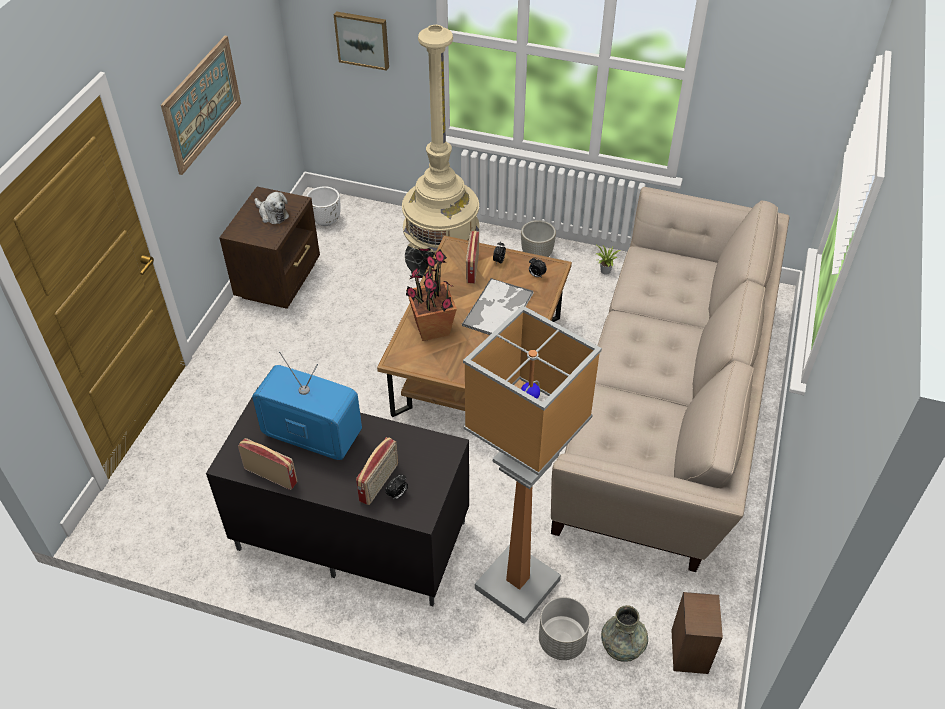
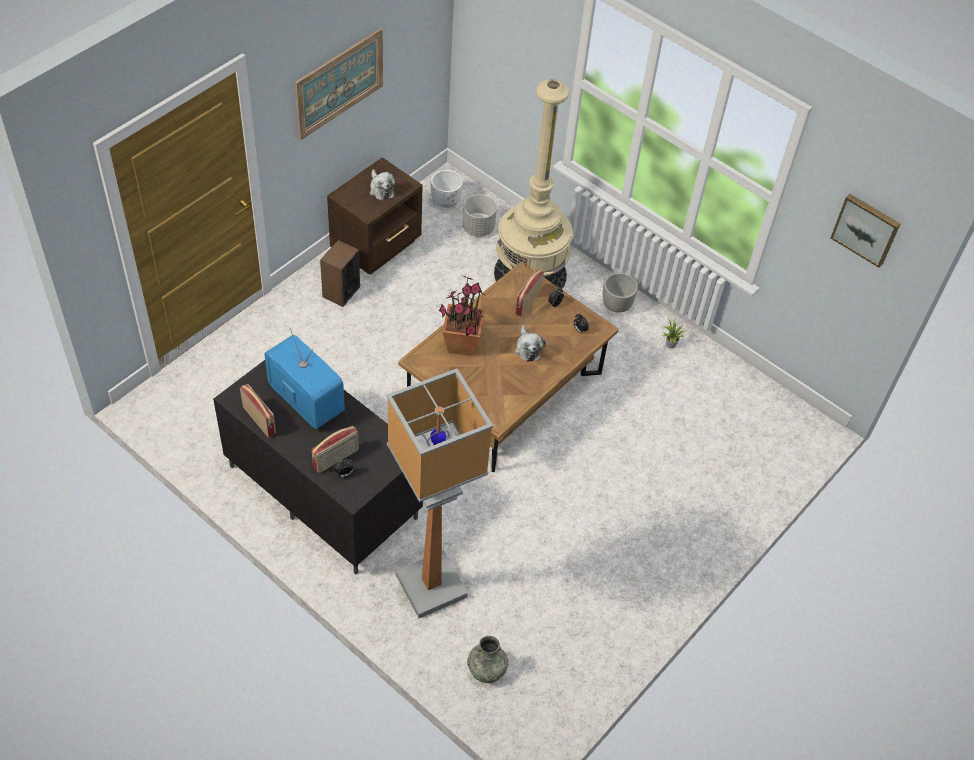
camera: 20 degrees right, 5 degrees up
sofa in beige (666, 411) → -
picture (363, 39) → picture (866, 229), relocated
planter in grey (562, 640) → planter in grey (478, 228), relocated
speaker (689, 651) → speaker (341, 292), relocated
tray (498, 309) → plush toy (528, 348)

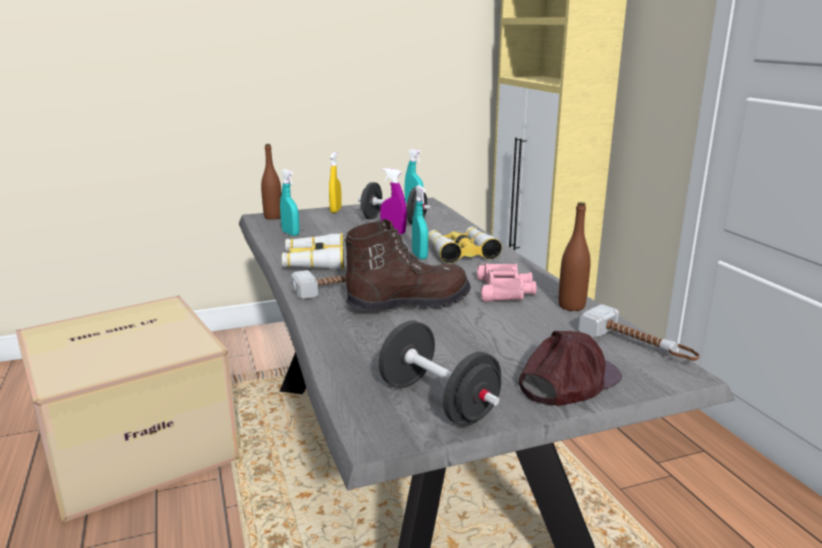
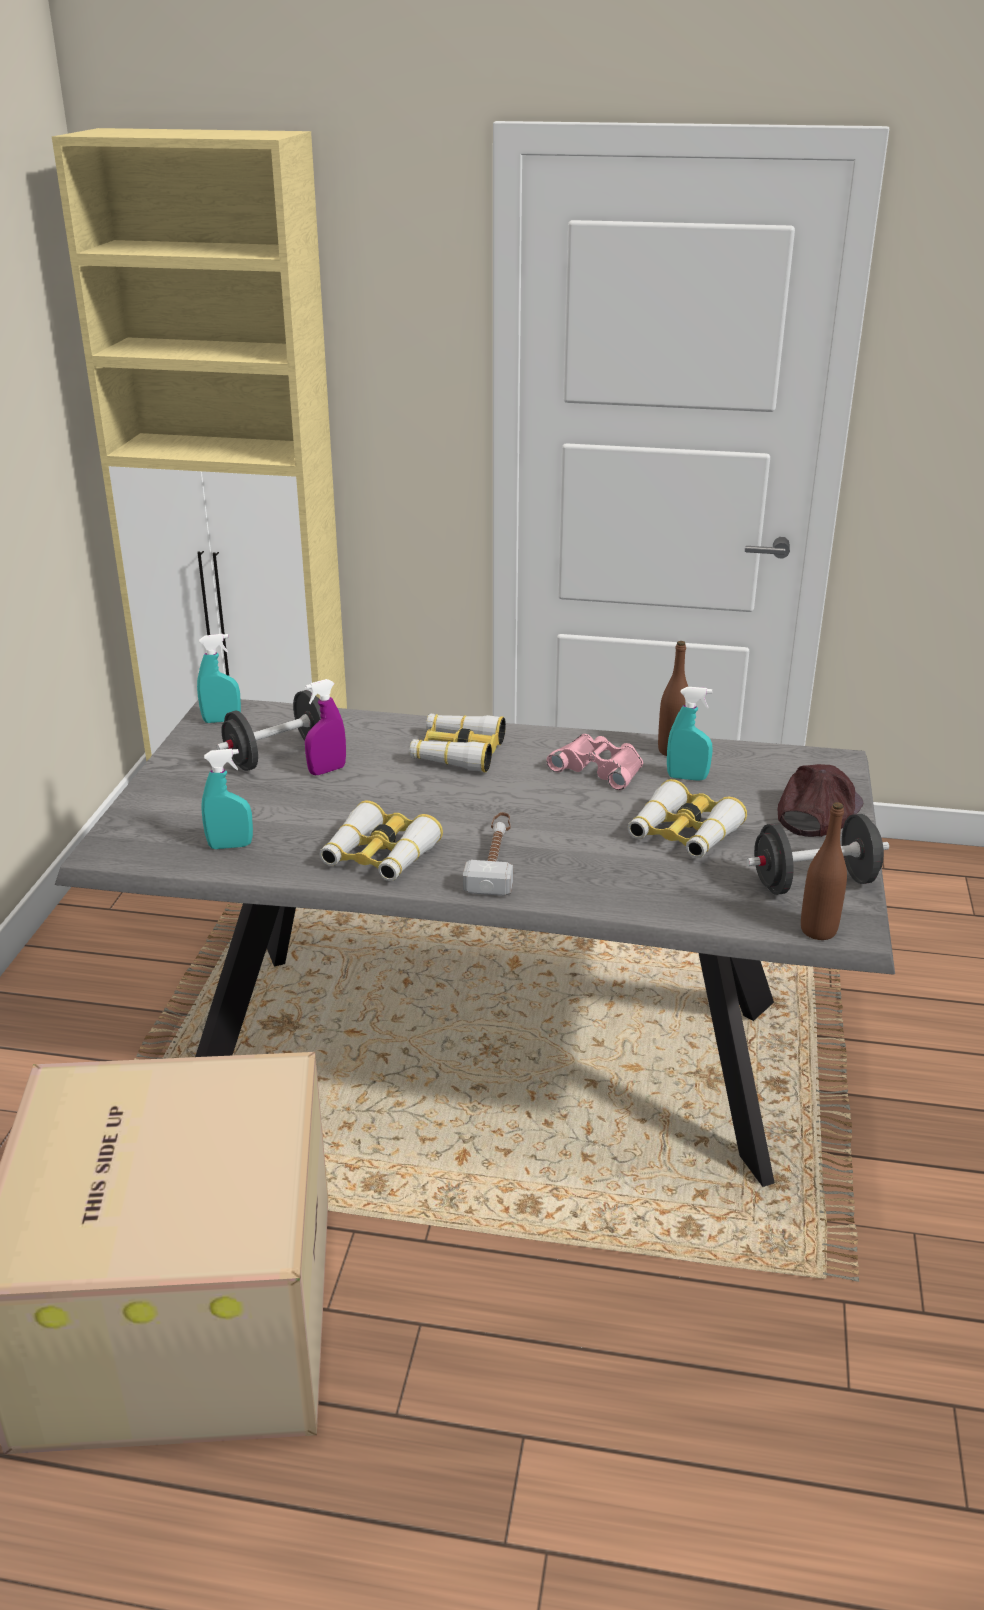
camera: 60 degrees left, 10 degrees up
spray bottle in yellow (335, 210) → -
boot in brown (408, 303) → -
hammer (638, 345) → -
- → binoculars (683, 833)
bottle in brown (273, 217) → bottle in brown (818, 930), relocated
spray bottle in turquoise (419, 256) → spray bottle in turquoise (687, 777), relocated
cap in brown (567, 380) → cap in brown (817, 811), 45 degrees clockwise

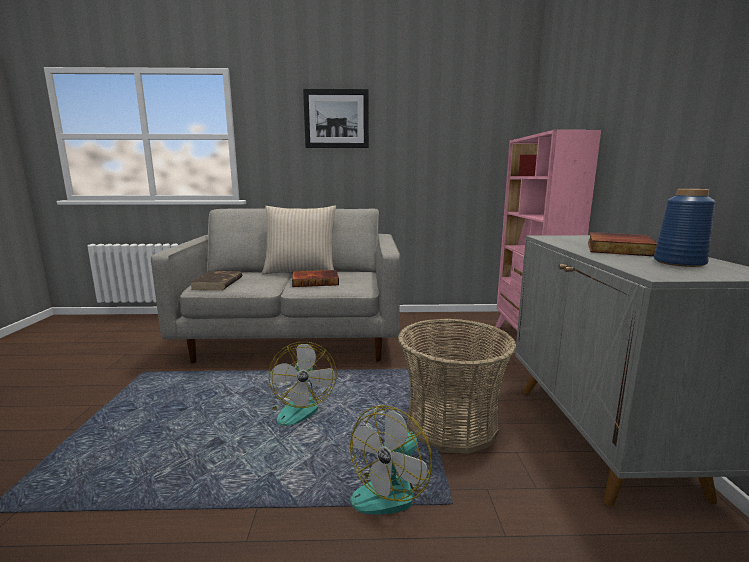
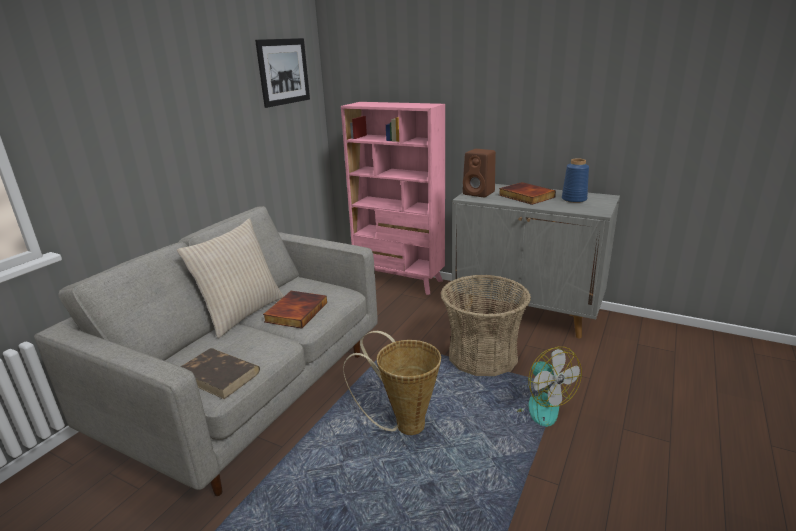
camera: 60 degrees left, 10 degrees up
- → speaker in brown (479, 193)
picture (336, 119) → picture (283, 71), relocated
fan (298, 407) → basket (403, 424)

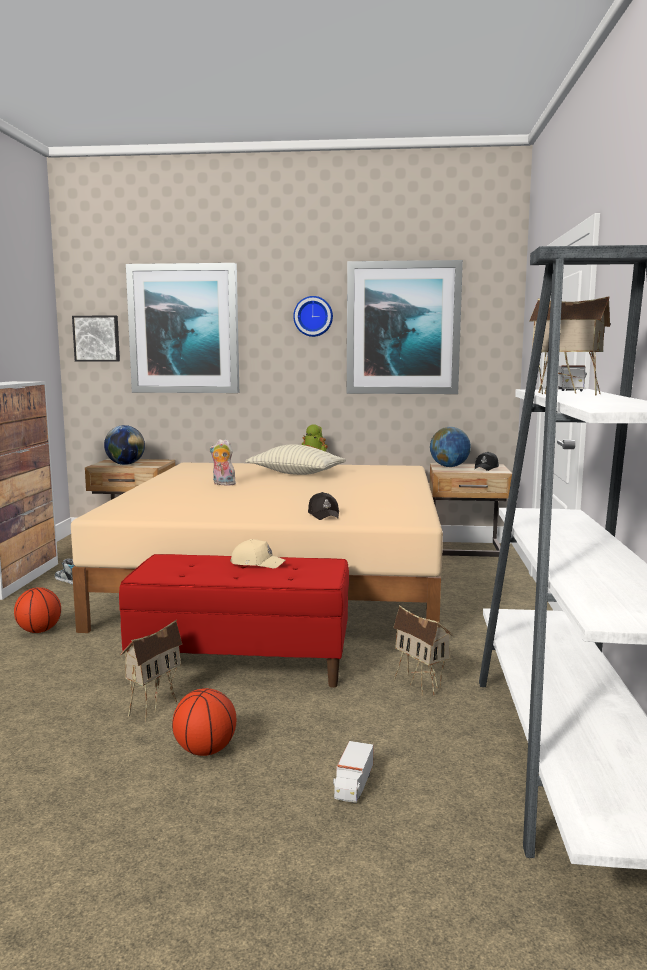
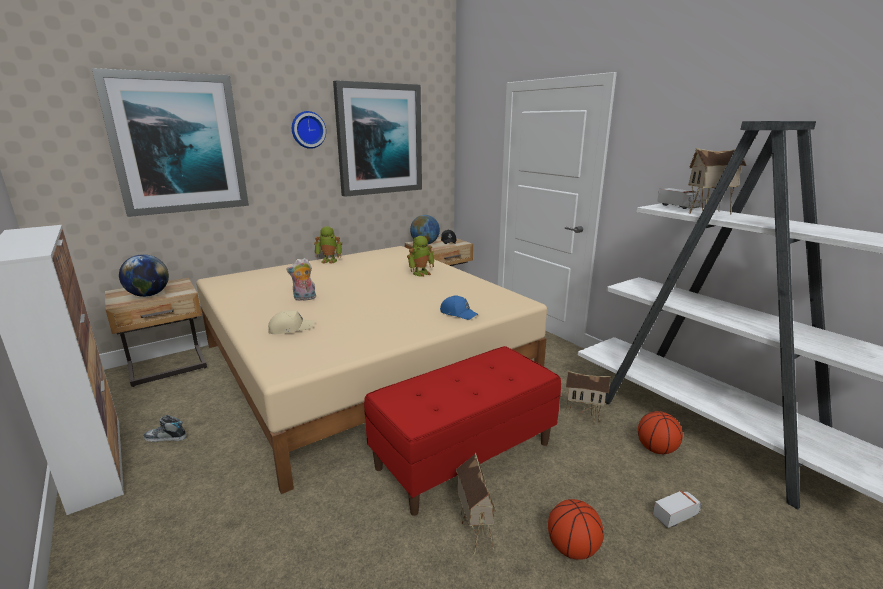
camera: 40 degrees left, 10 degrees up
picture (97, 338) → -
pillow (296, 473) → -
- → toy robot (421, 273)
basketball (39, 631) → basketball (656, 449), relocated
cap in beige (257, 563) → cap in beige (290, 328), relocated
cap in black (324, 515) → cap in blue (458, 313)
toy truck (353, 785) → toy truck (676, 516), 90 degrees counterclockwise

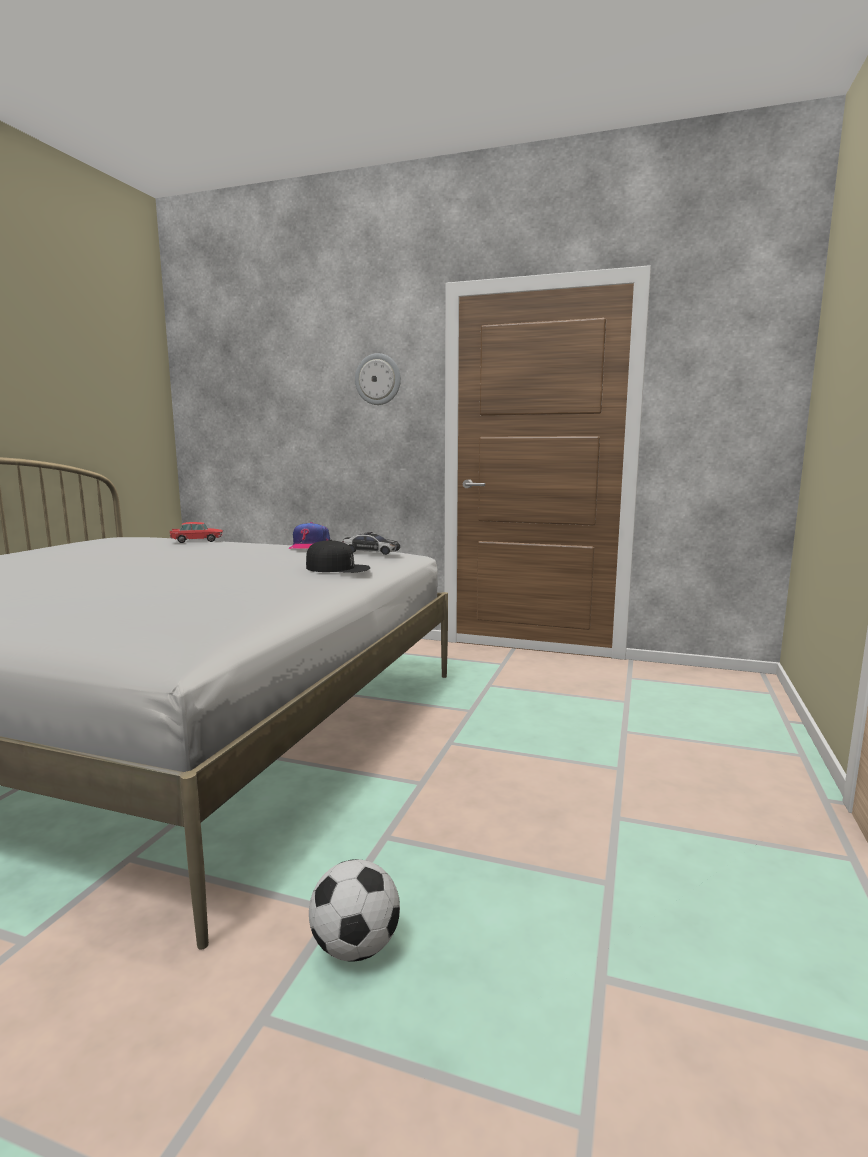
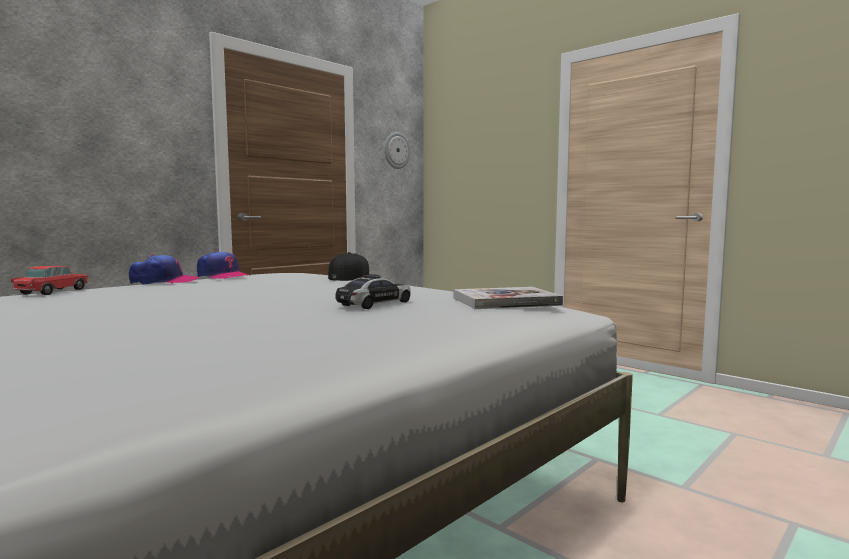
camera: 65 degrees left, 5 degrees down
football (355, 947) → -
- → cap (164, 281)
- → book (505, 301)
toy car (370, 552) → toy car (374, 304), relocated
wall clock (378, 379) → wall clock (396, 150), relocated

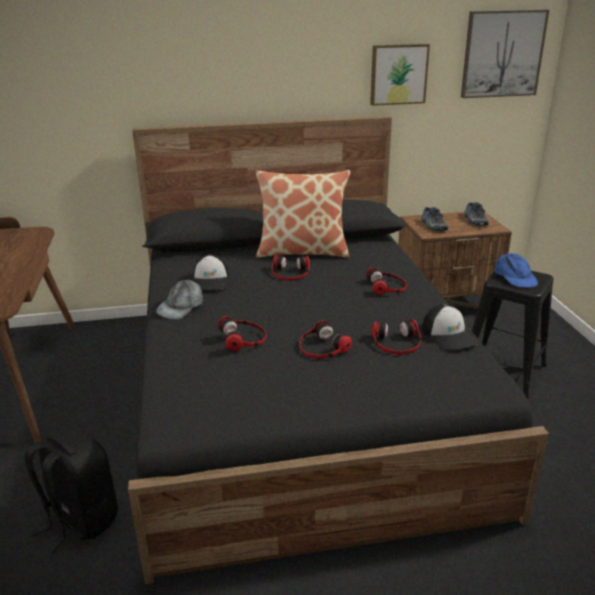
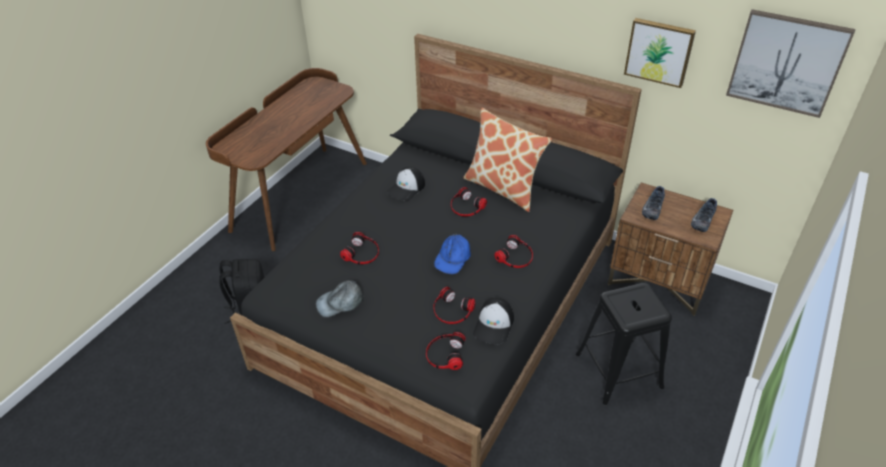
camera: 40 degrees right, 15 degrees up
cap in grey (181, 306) → cap in grey (340, 302), relocated
headphones (322, 347) → headphones (445, 354), relocated
cap in blue (515, 277) → cap in blue (453, 258), relocated

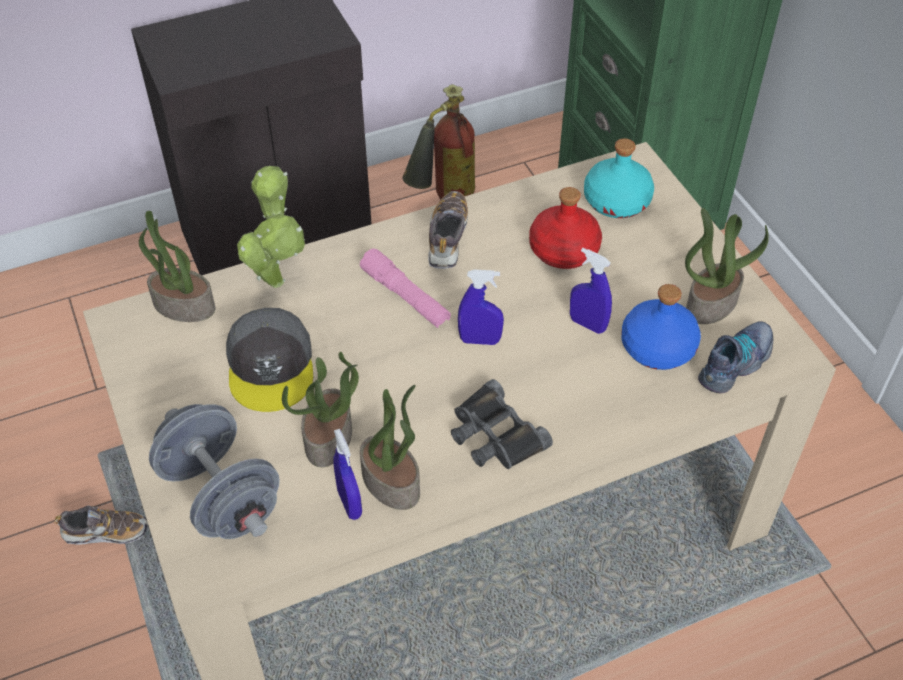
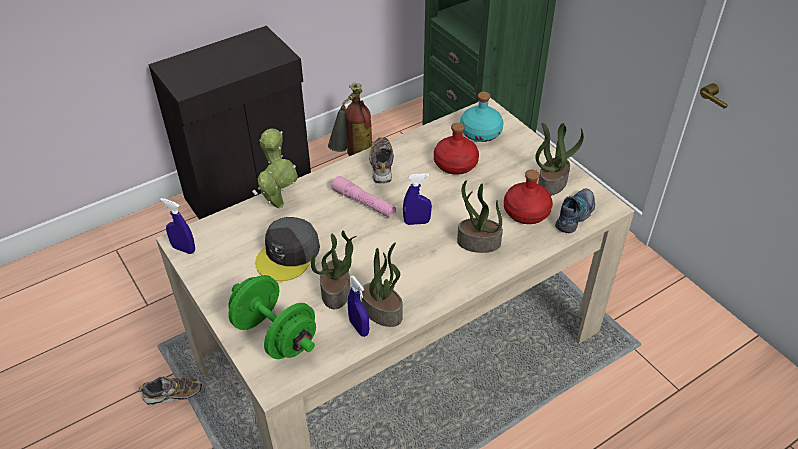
camera: 10 degrees left, 5 degrees down
binoculars in black (495, 435) → -
potted plant (183, 306) → potted plant (478, 243), relocated
spray bottle in blue (587, 324) → spray bottle in blue (183, 249), relocated
dumbbell in grey (221, 495) → dumbbell in green (275, 335)
bottle in blue (656, 347) → bottle in red (525, 212)
cap in grey (271, 366) → cap in grey (288, 254), 45 degrees clockwise

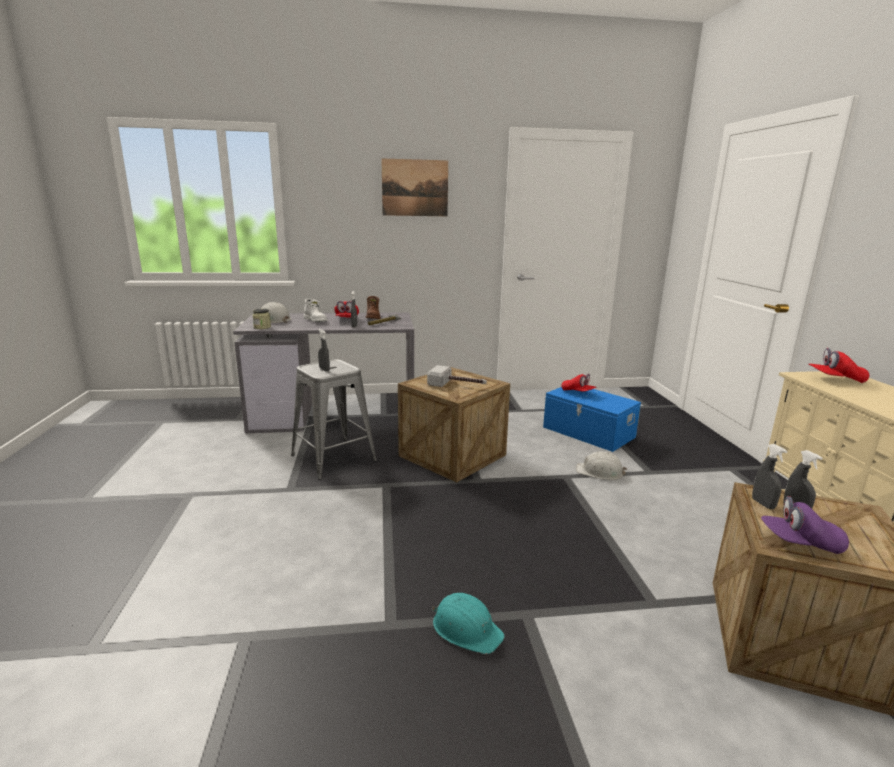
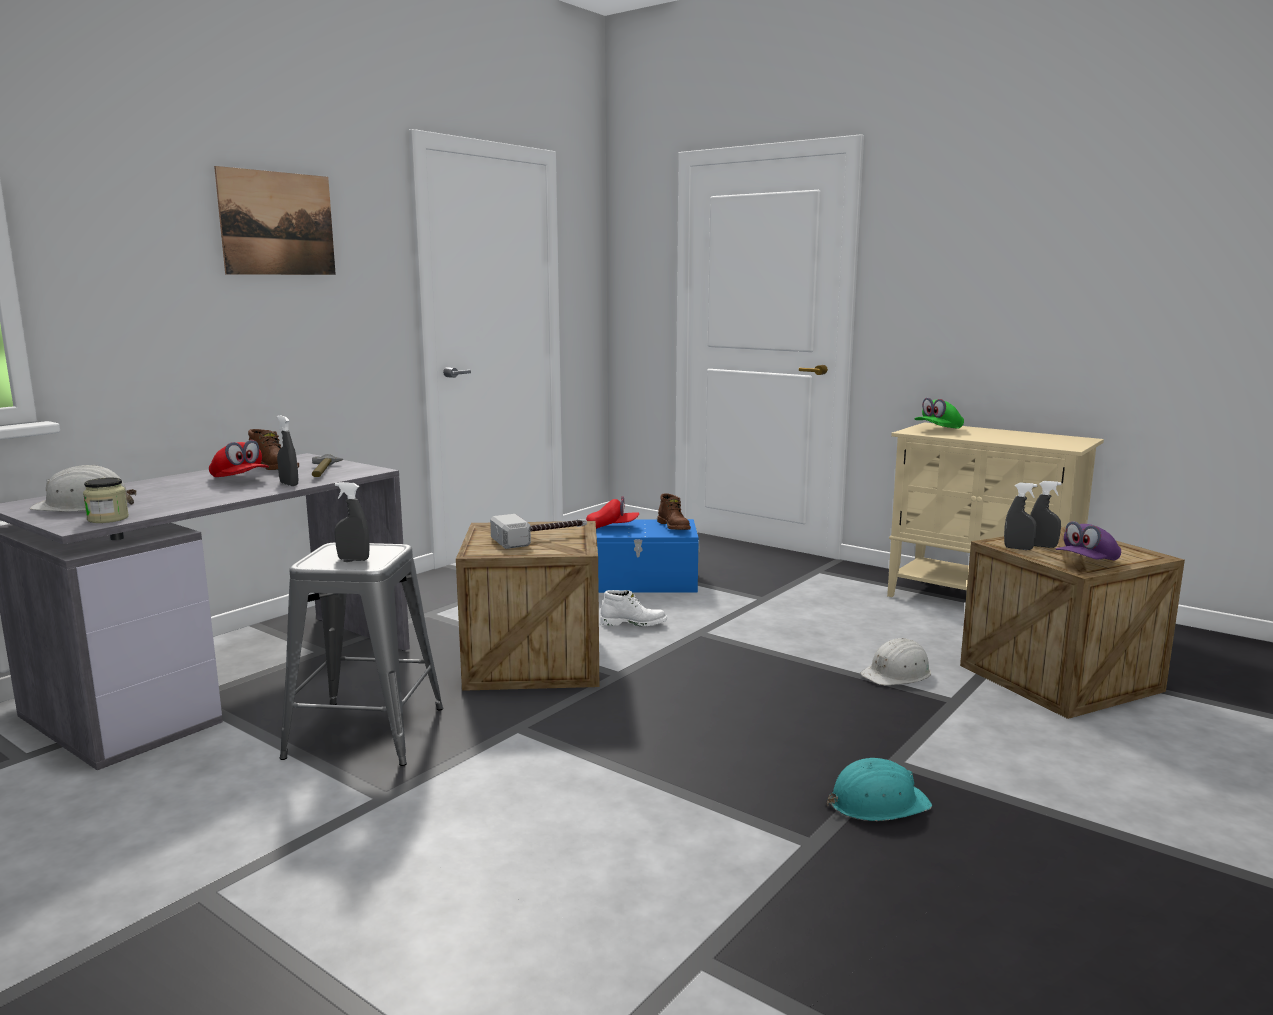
camera: 45 degrees left, 5 degrees down
- → boot in brown (674, 527)
boot in white (316, 320) → boot in white (634, 623), relocated
hard hat in white (600, 472) → hard hat in white (897, 674), relocated
cap in red (835, 380) → cap in green (938, 430)

